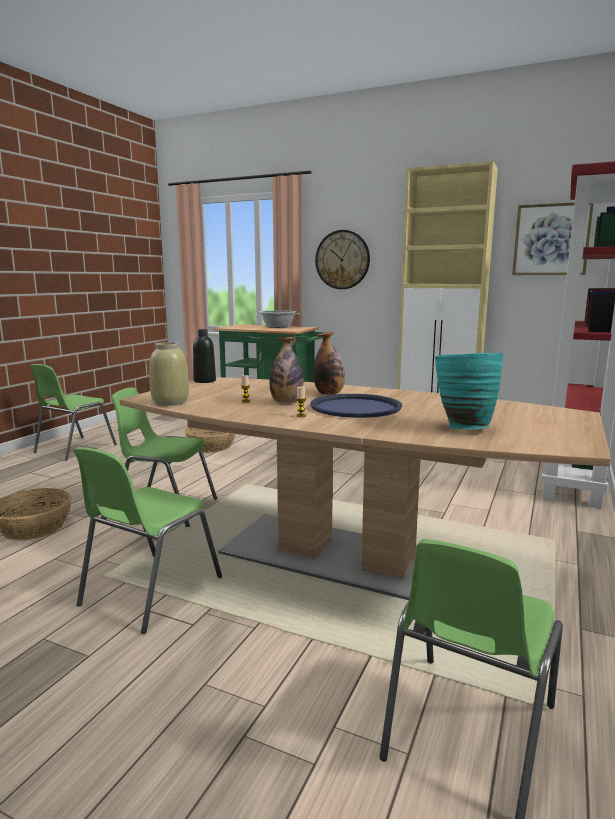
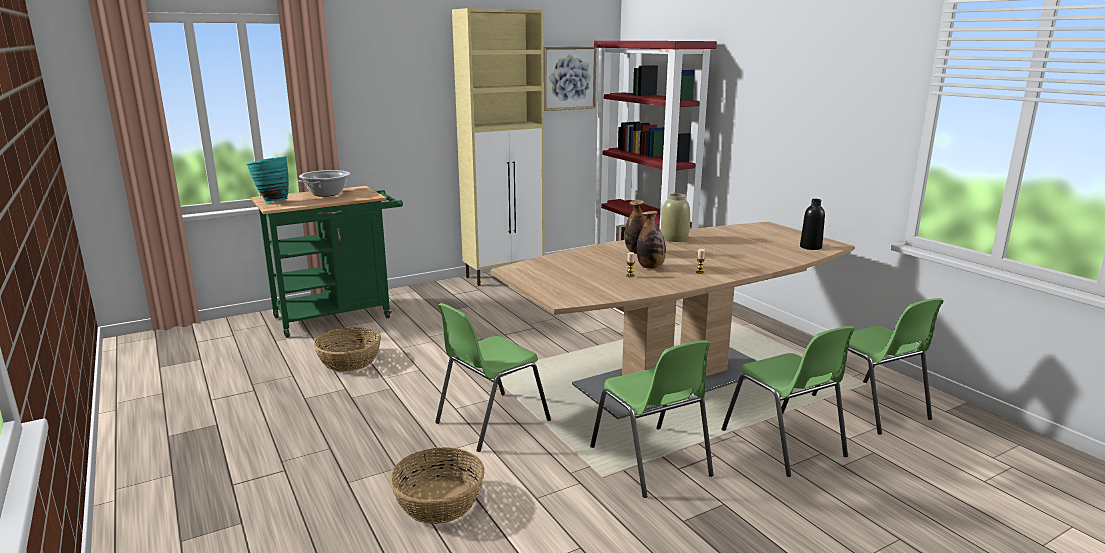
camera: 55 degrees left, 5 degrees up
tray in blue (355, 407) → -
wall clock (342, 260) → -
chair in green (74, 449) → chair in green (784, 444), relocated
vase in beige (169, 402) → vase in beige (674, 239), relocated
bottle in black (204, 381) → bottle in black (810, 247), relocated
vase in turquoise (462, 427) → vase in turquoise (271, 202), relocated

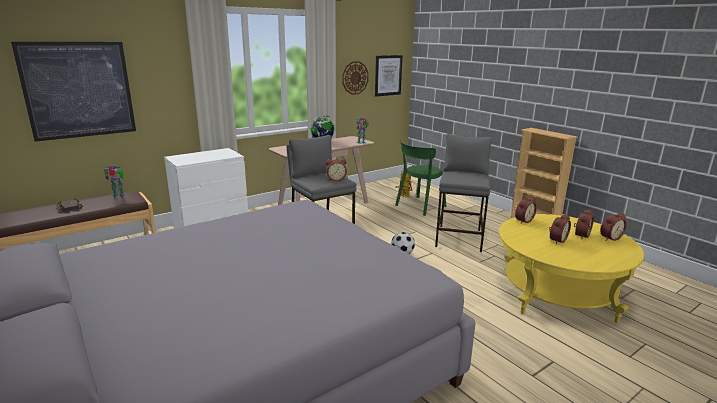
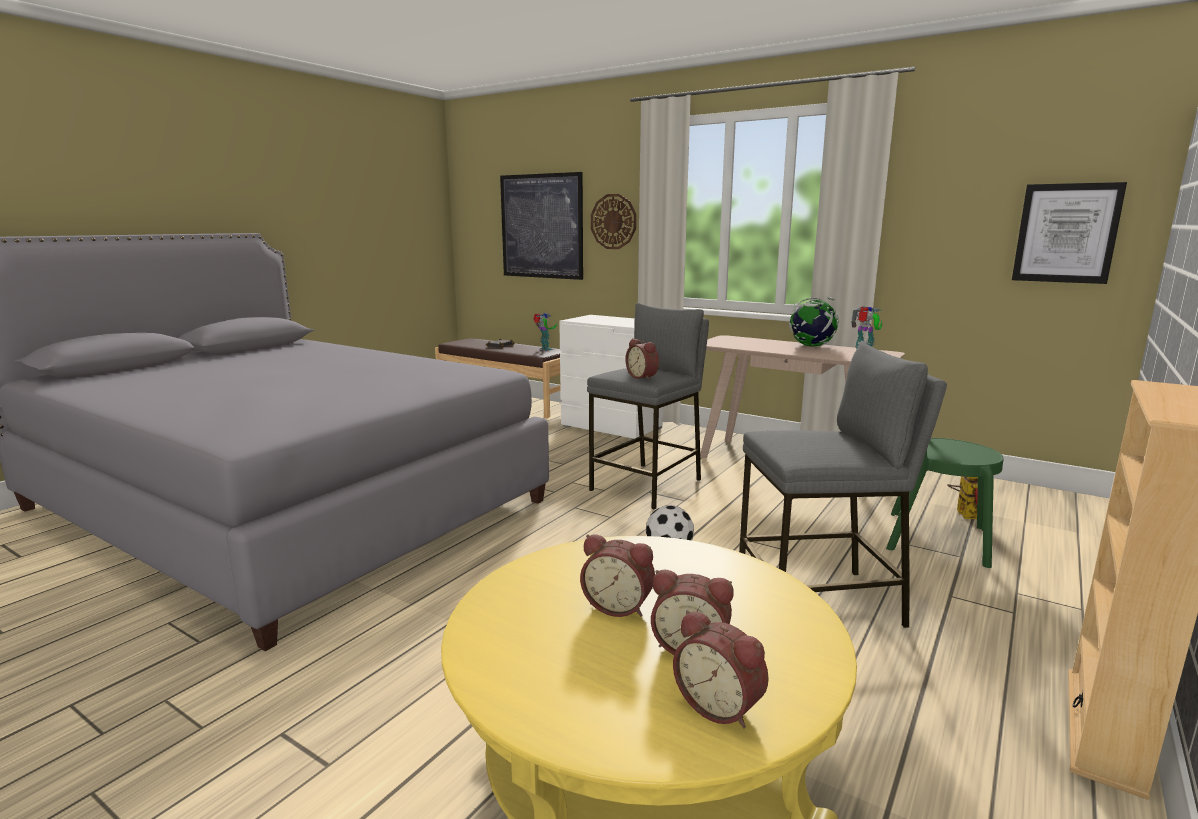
camera: 70 degrees right, 5 degrees down
alarm clock (523, 220) → -
wall clock (355, 78) → wall clock (613, 221), relocated

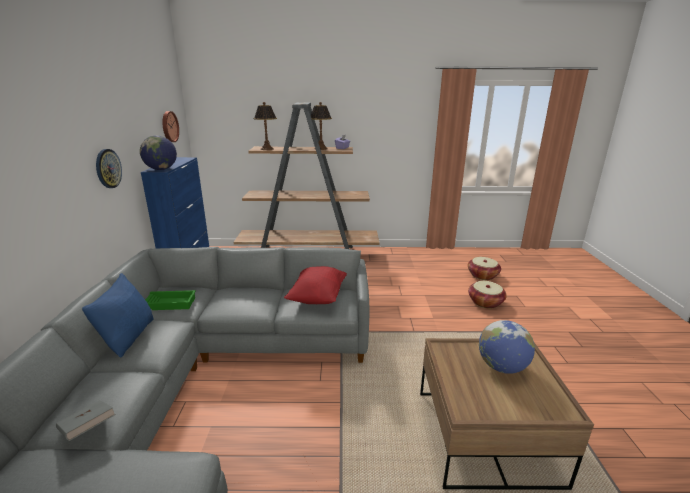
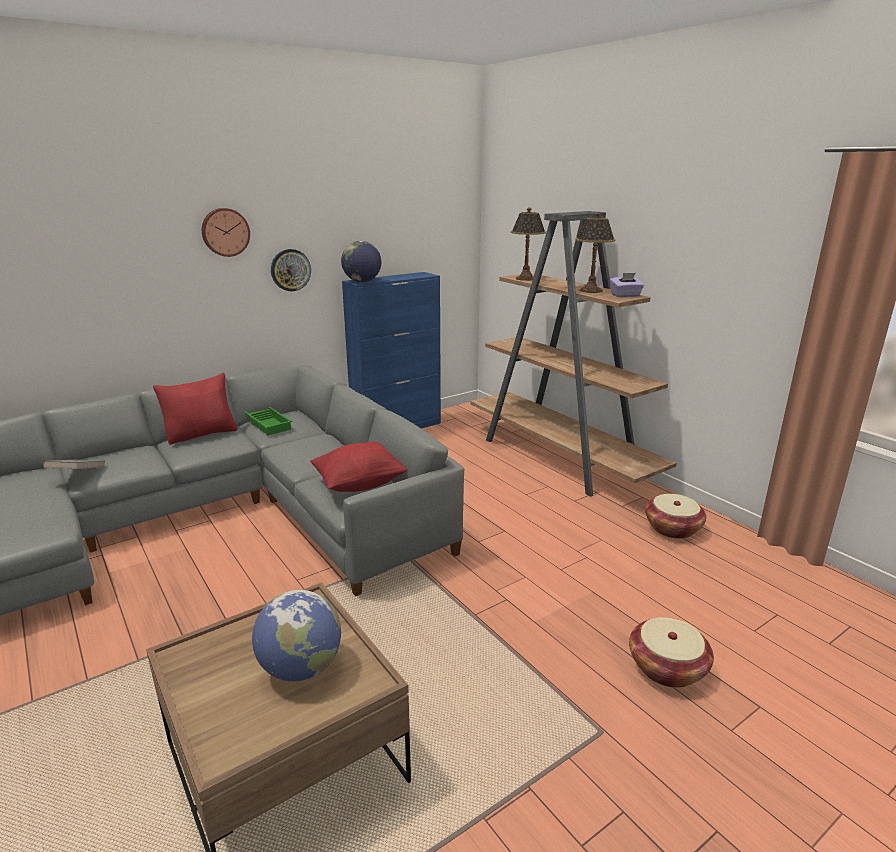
camera: 55 degrees right, 0 degrees up
wall clock (169, 126) → wall clock (225, 232), relocated
basket (482, 275) → basket (672, 528), relocated
pillow in blue (128, 337) → pillow in red (202, 434)

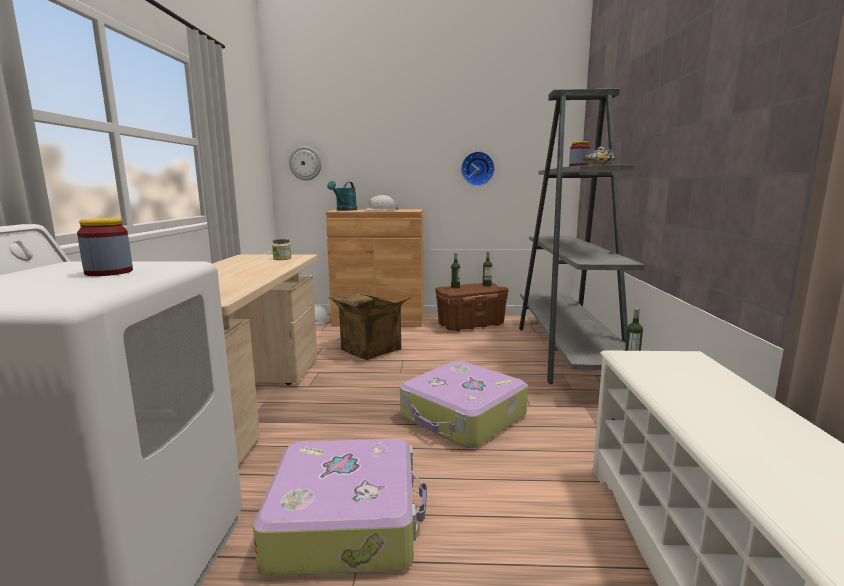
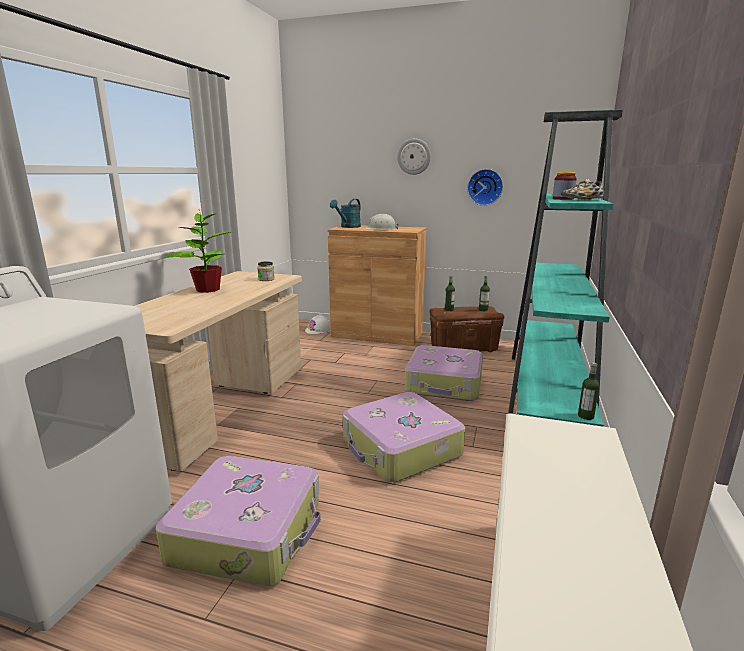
camera: 15 degrees right, 5 degrees up
jar (109, 272) → -
cardboard box (368, 350) → -
- → potted plant (207, 289)
- → suitcase (444, 384)
wall clock (305, 163) → wall clock (414, 156), relocated
bookcase in grey (567, 353) → bookcase in turquoise (547, 392)

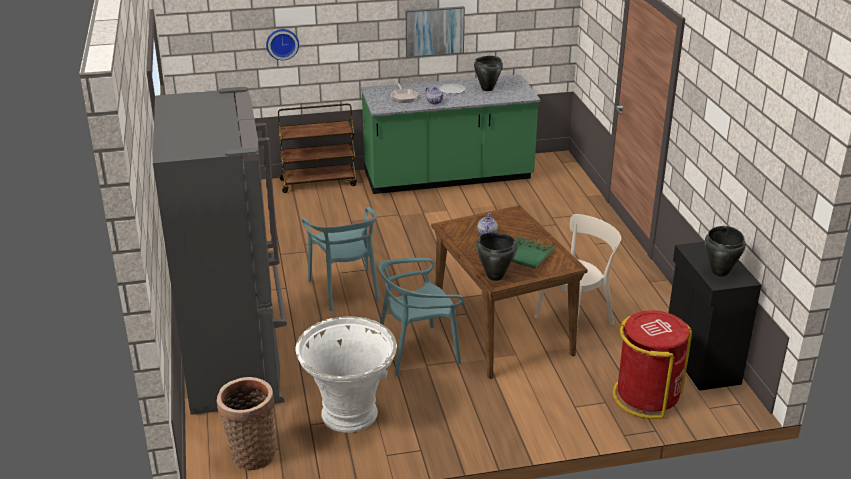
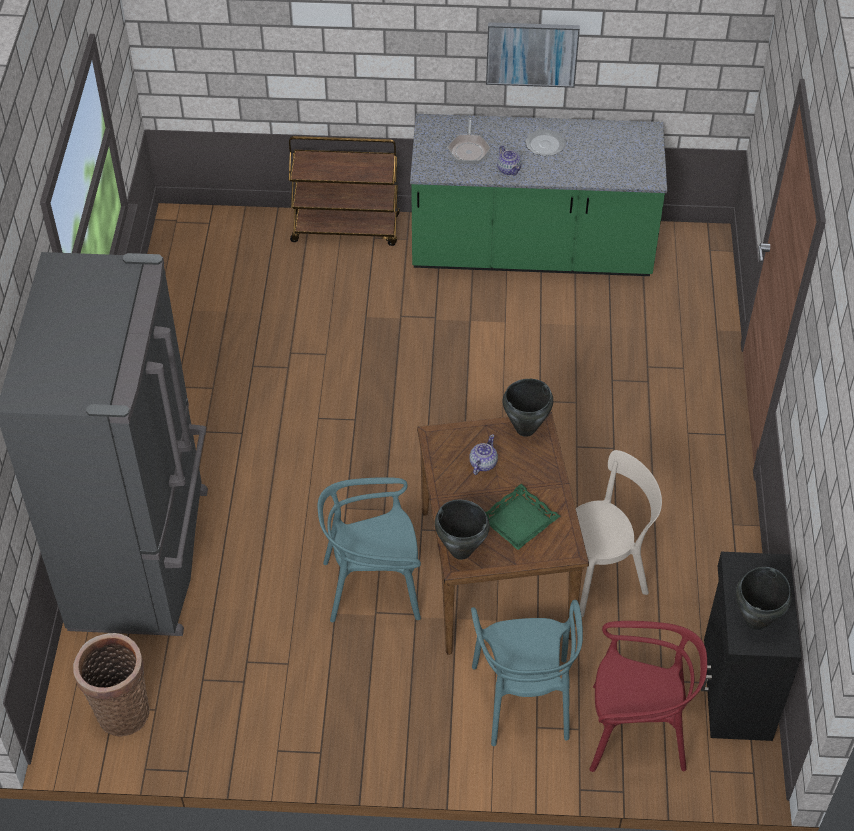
camera: 15 degrees right, 20 degrees up
wall clock (282, 43) → -
planter in white (349, 415) → -
chair in turquoise (345, 289) → chair in turquoise (524, 700), relocated
cooking pot in black (487, 89) → cooking pot in black (525, 428), relocated
trash can in red (646, 396) → chair in red (636, 731)

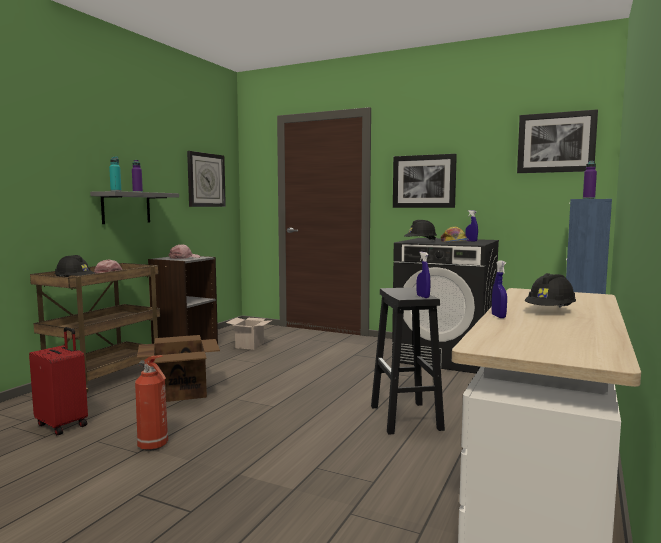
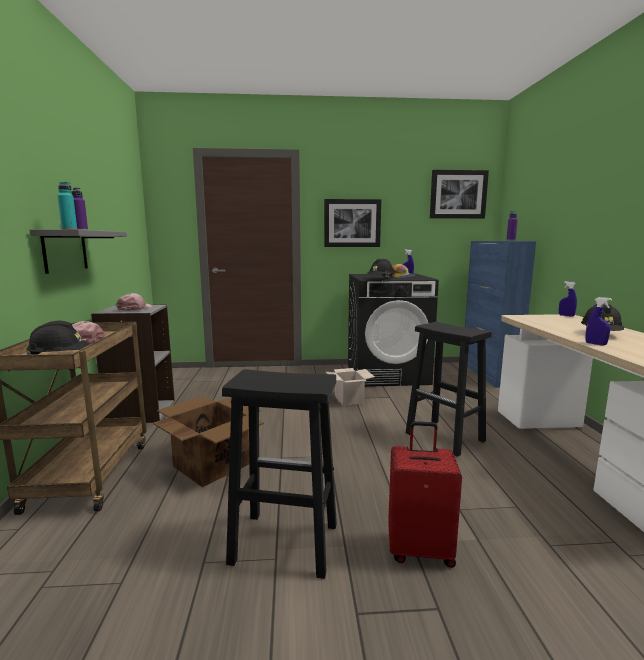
camera: 30 degrees left, 5 degrees up
wall clock (206, 180) → -
suitcase in red (63, 424) → suitcase in red (420, 549), relocated
cardboard box (250, 345) → cardboard box (350, 400), relocated
spray bottle in blue (423, 297) → spray bottle in blue (566, 315), relocated
fire extinguisher (154, 446) → stool in black (283, 543)

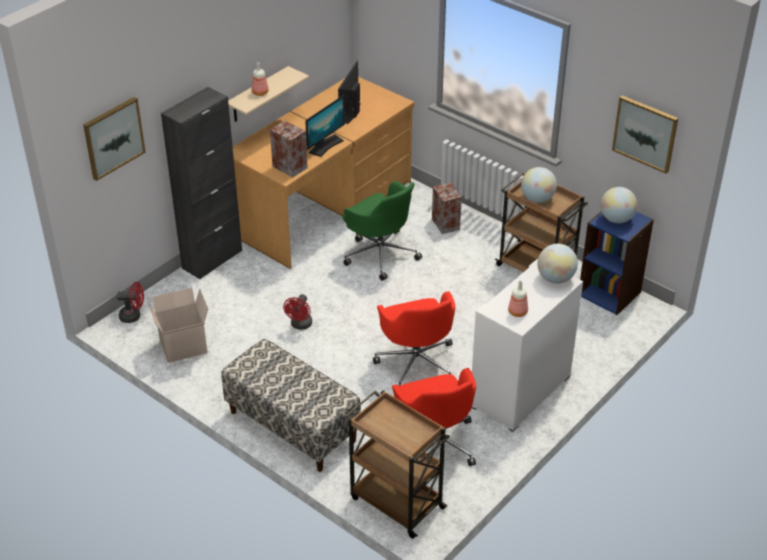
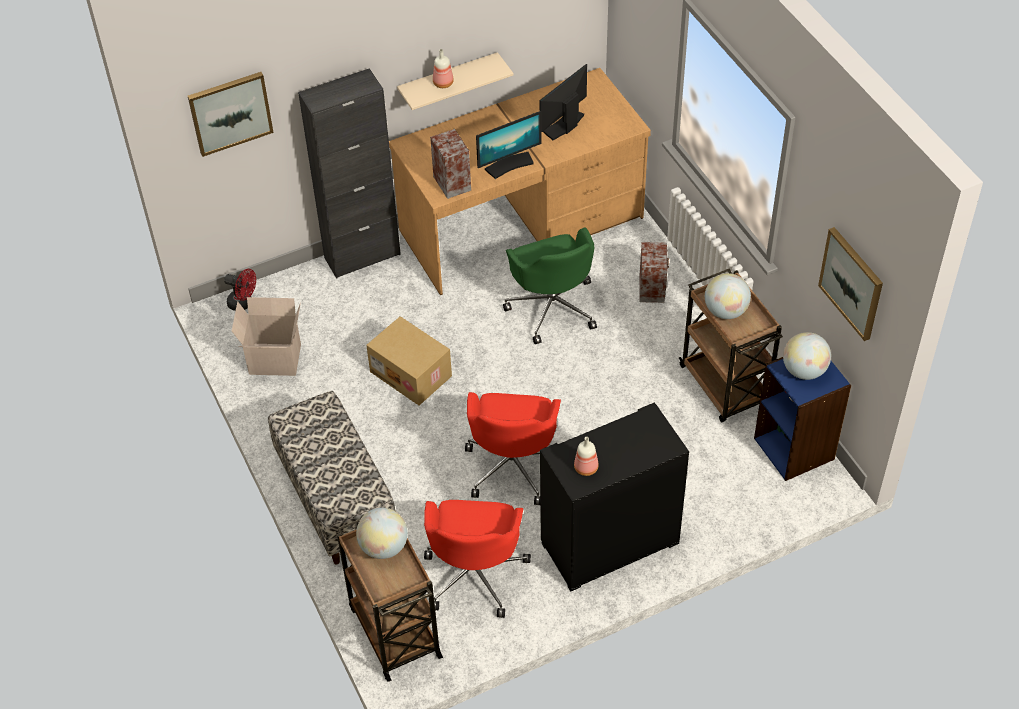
camera: 25 degrees right, 10 degrees up
globe (555, 278) → globe (384, 547), relocated
fan in red (300, 325) → cardboard box (412, 373)
cabinet in white (521, 392) → cabinet in black (609, 544)

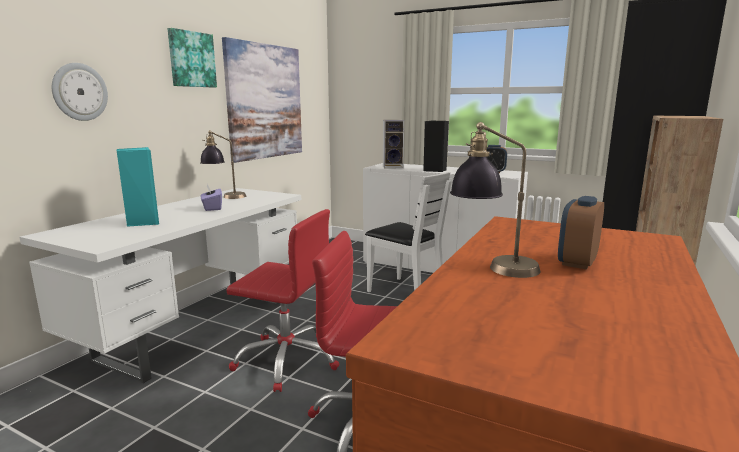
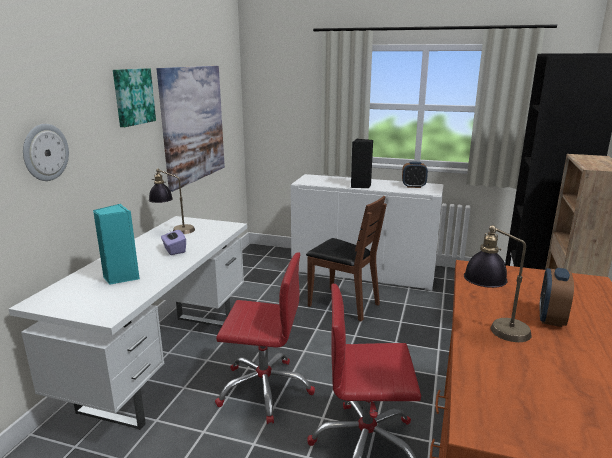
camera: 10 degrees left, 5 degrees up
speaker (393, 167) → -
chair in white (406, 292) → chair in brown (343, 304)

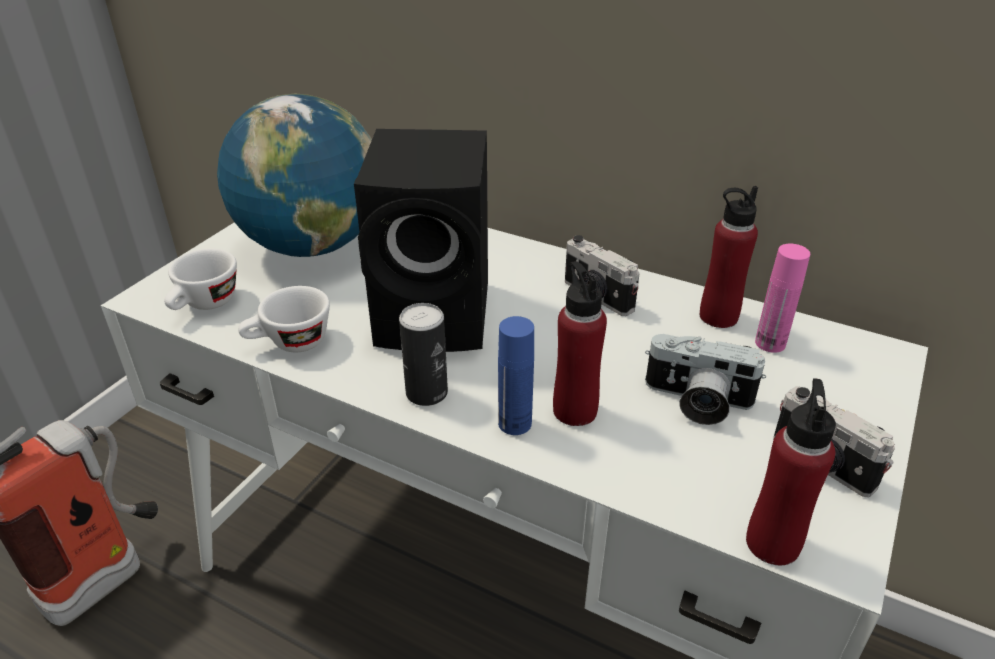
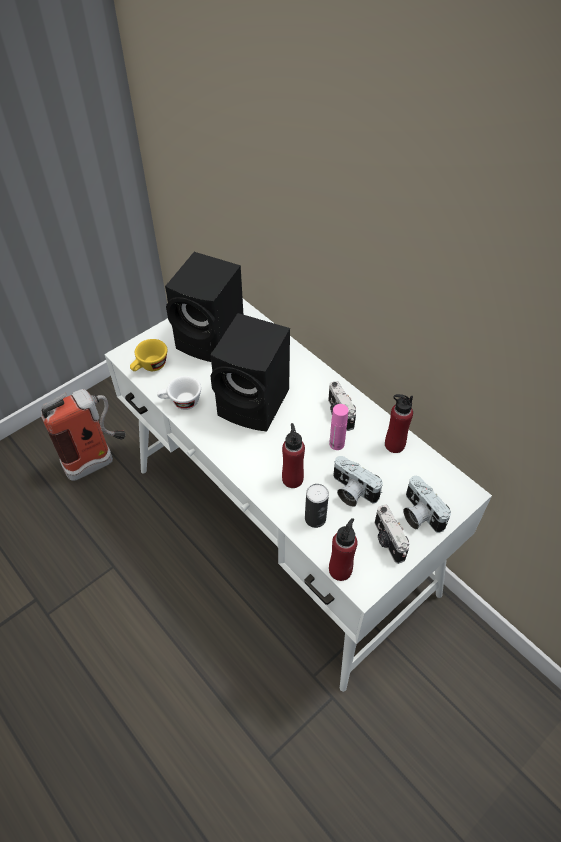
camera: 20 degrees right, 15 degrees up
bottle in blue (514, 423) → -
- → photo camera (419, 514)
can (426, 392) → can (315, 518), relocated
bottle in pink (770, 343) → bottle in pink (336, 444), relocated
globe (312, 246) → speaker in black (212, 340)
cup in white (205, 305) → cup in yellow (150, 367)

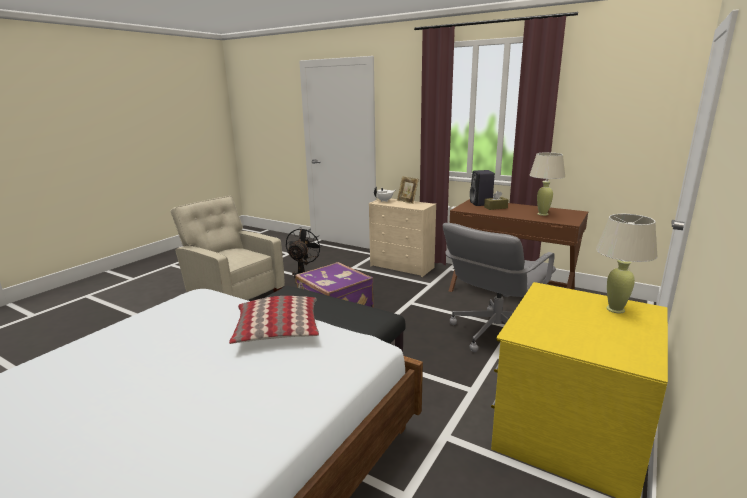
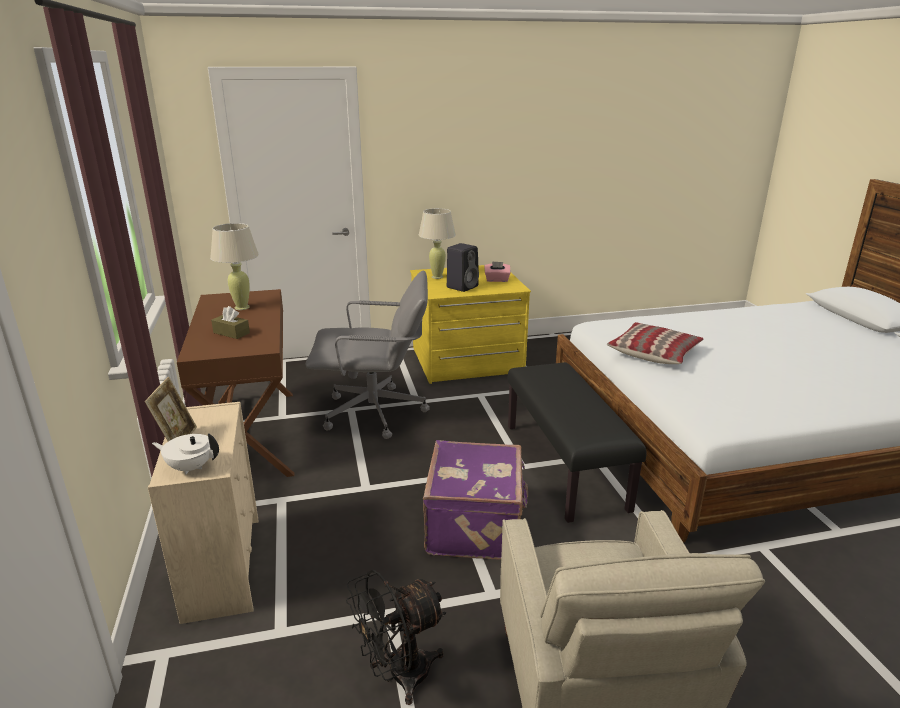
camera: 135 degrees left, 5 degrees up
- → tissue box in pink (497, 280)
speaker in black (481, 204) → speaker in black (462, 286), relocated

